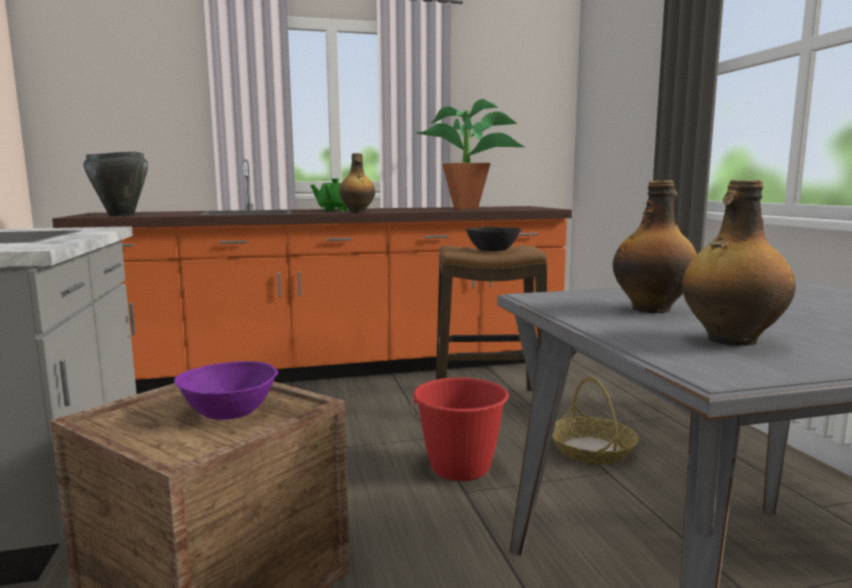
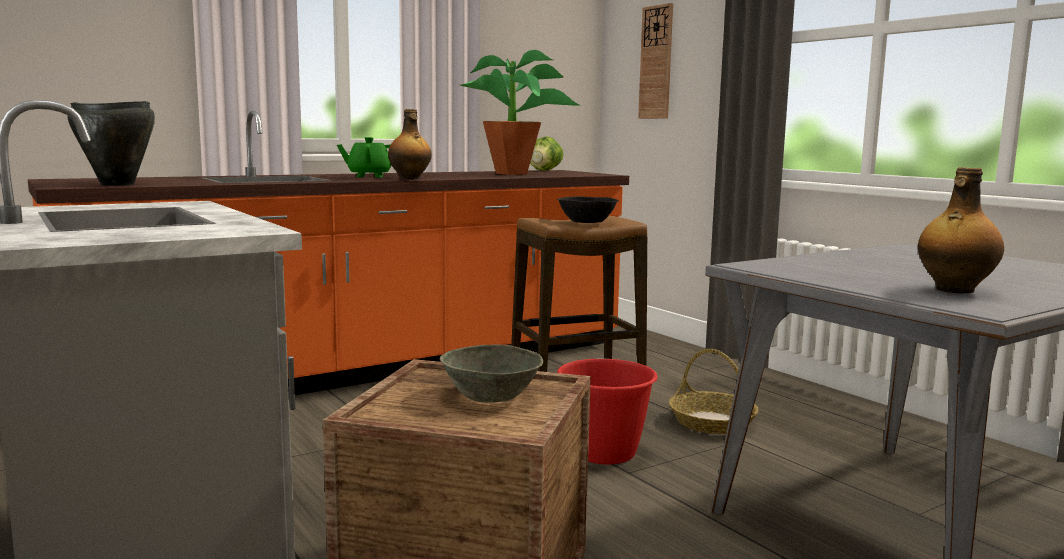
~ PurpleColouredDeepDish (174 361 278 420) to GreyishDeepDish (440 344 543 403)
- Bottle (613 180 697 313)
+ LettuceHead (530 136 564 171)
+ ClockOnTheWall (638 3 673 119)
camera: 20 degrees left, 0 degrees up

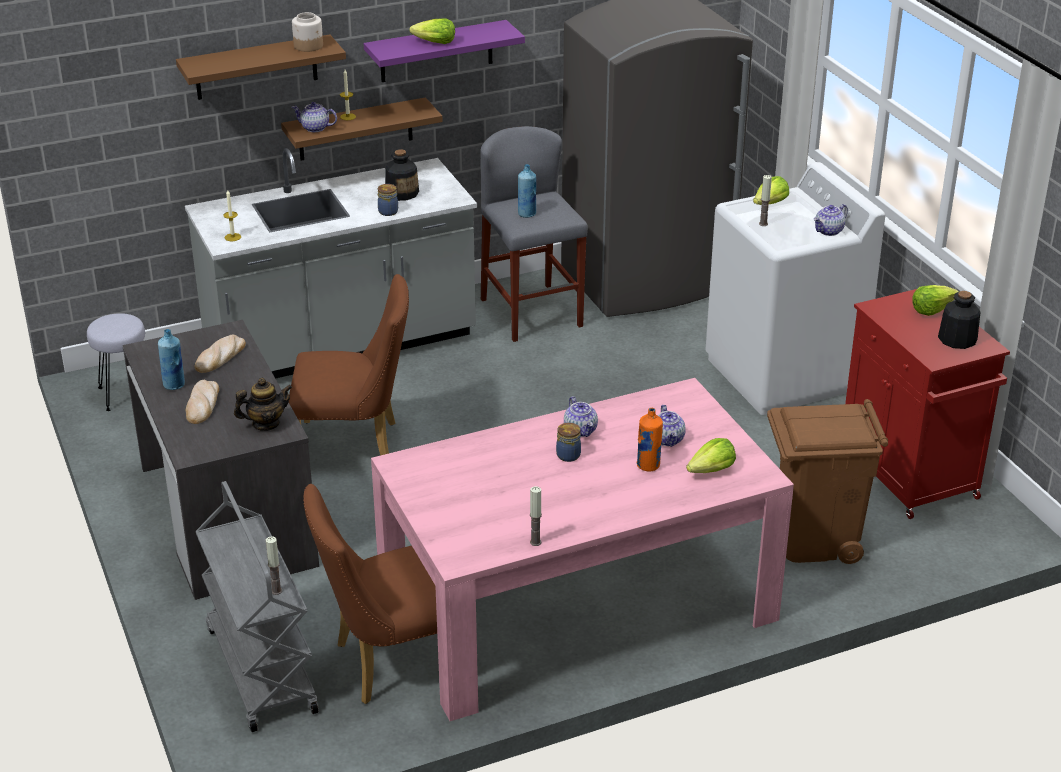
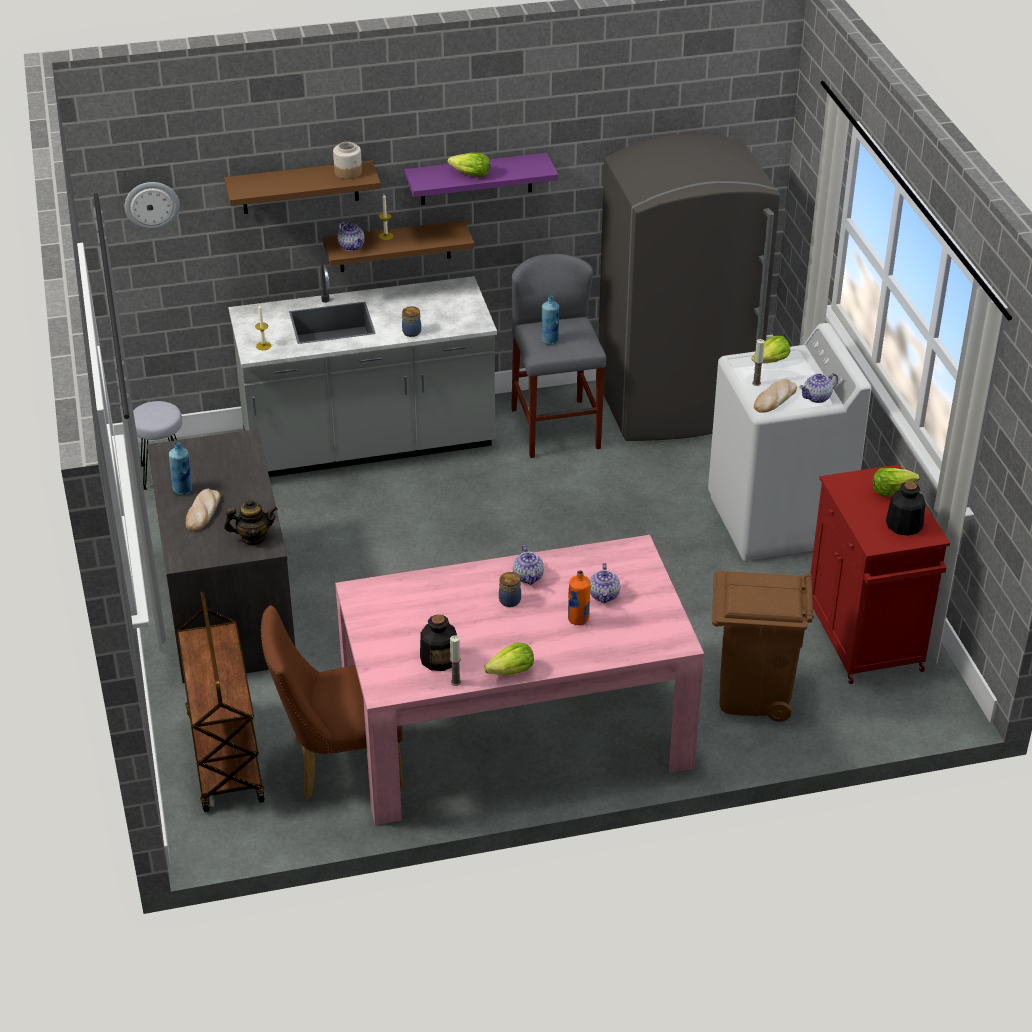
~ Bread (195 335 246 373) to (754 379 797 413)
~ GreyishWheeledCart (196 481 318 732) to BrownColouredWheeledCart (177 591 265 812)
- WaxCandle (266 536 282 595)
- BrownColouredPlainChair (289 274 409 456)
~ PotForTea (292 102 337 132) = (337 221 365 251) 150 degrees counterclockwise
~ Bottle (385 149 419 201) to (420 615 457 671)
~ LettuceHead (686 438 736 473) to (484 643 534 675)
+ ClockOnTheWall (125 182 180 230)
camera: 10 degrees right, 5 degrees up

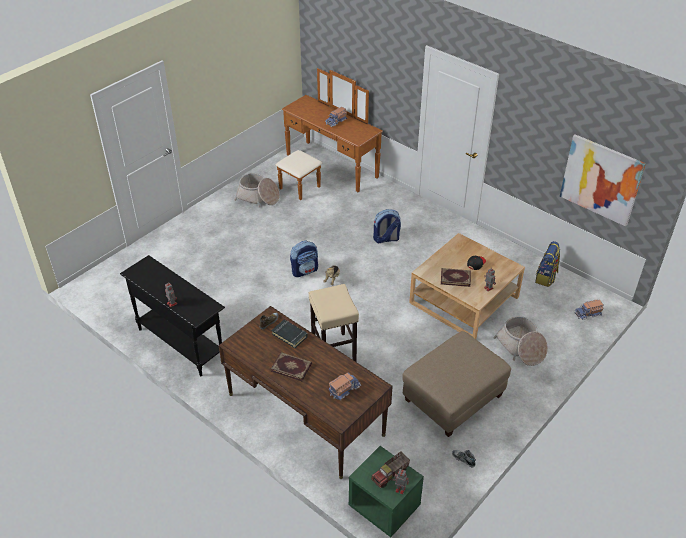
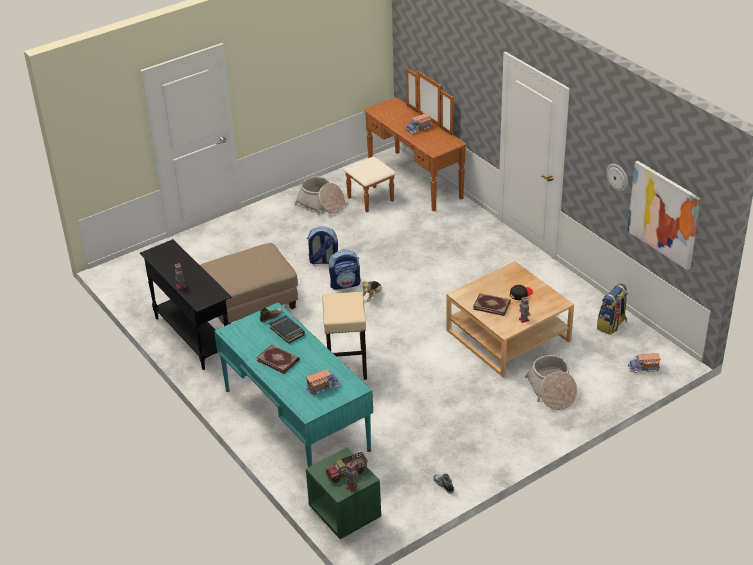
~ BrownColouredDeskUnit (219 306 392 479) to TurquoiseDeskUnit (214 302 373 467)
~ Rucksack (373 209 401 243) to (307 226 338 264)
~ SandColouredOttoman (402 331 511 437) to (200 243 298 325)
+ ClockOnTheWall (606 164 628 192)
camera: 15 degrees right, 5 degrees down

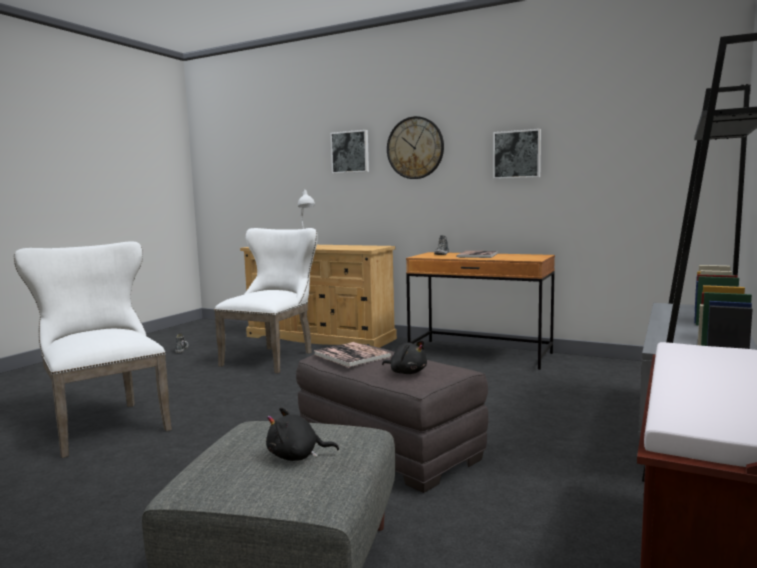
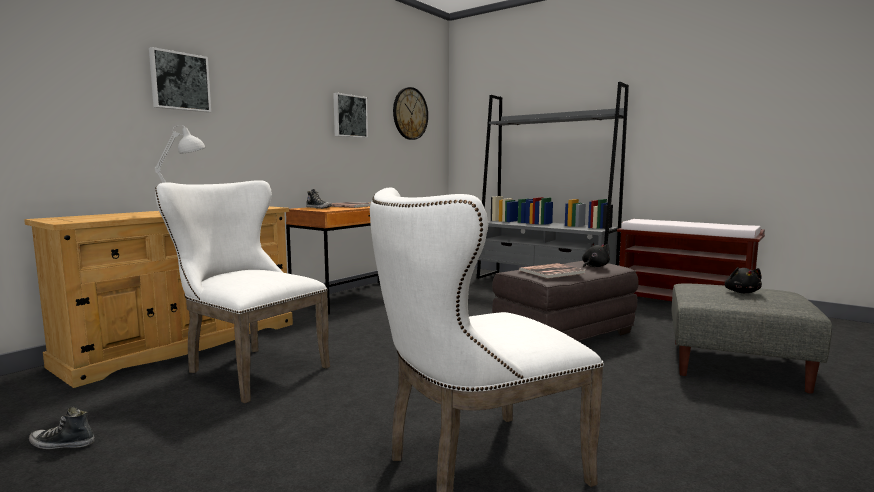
~ ClockOnTheWall (387 116 444 179) to (393 87 428 140)
camera: 80 degrees left, 0 degrees up

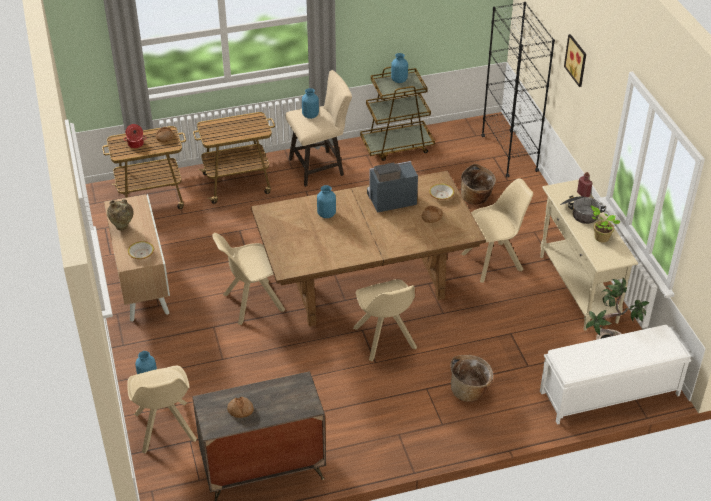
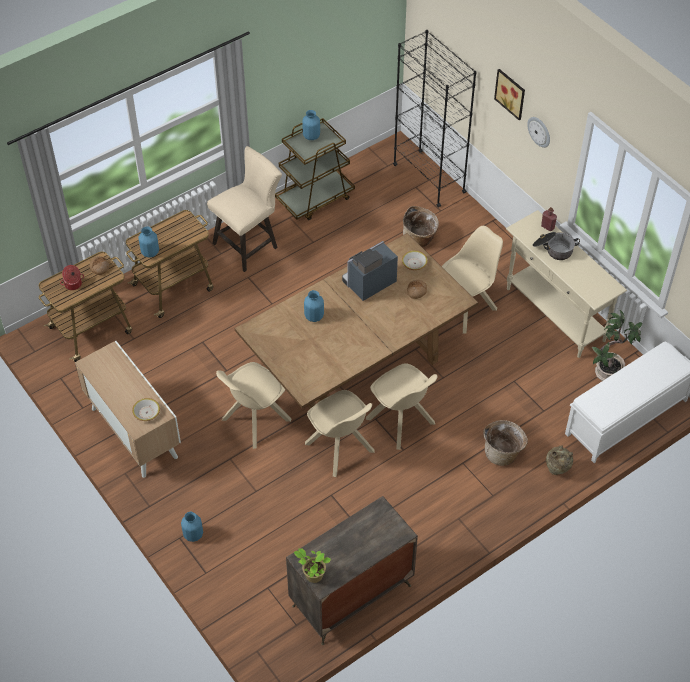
~ SandColouredDecorativeVase (107 199 134 230) to (546 445 573 475)
~ SandColouredPlainChair (127 366 197 454) to (305 390 374 477)
- Bread (227 397 254 418)
~ BluishDecorativeVase (302 88 319 119) to (138 226 159 258)
~ PottedPlant (591 206 621 242) to (294 548 331 583)
+ ClockOnTheWall (527 117 550 148)
camera: 20 degrees left, 10 degrees up

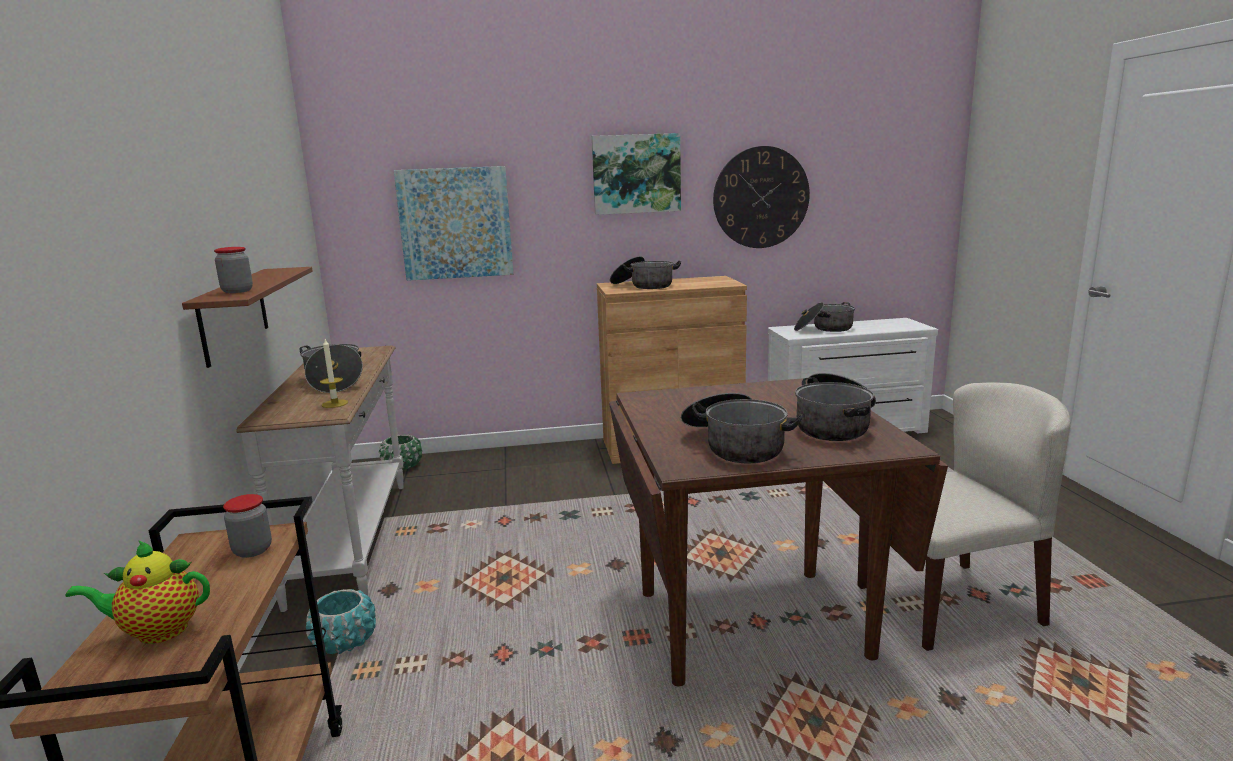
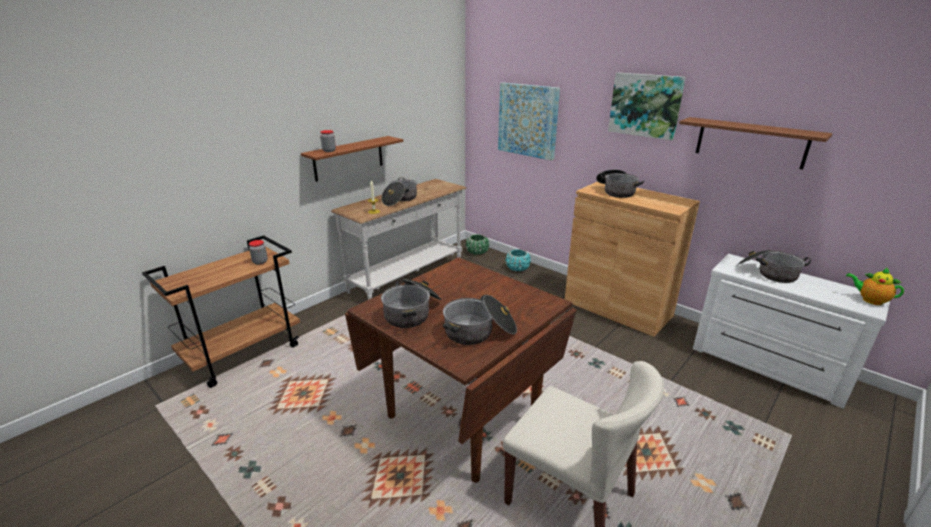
~ PotForTea (65 540 210 644) to (846 267 904 305)
~ TurquoisePlantPot (306 589 376 654) to (505 249 531 271)
~ ClockOnTheWall (713 146 810 248) to BrownColouredBracketShelf (679 117 832 170)
camera: 50 degrees right, 10 degrees up

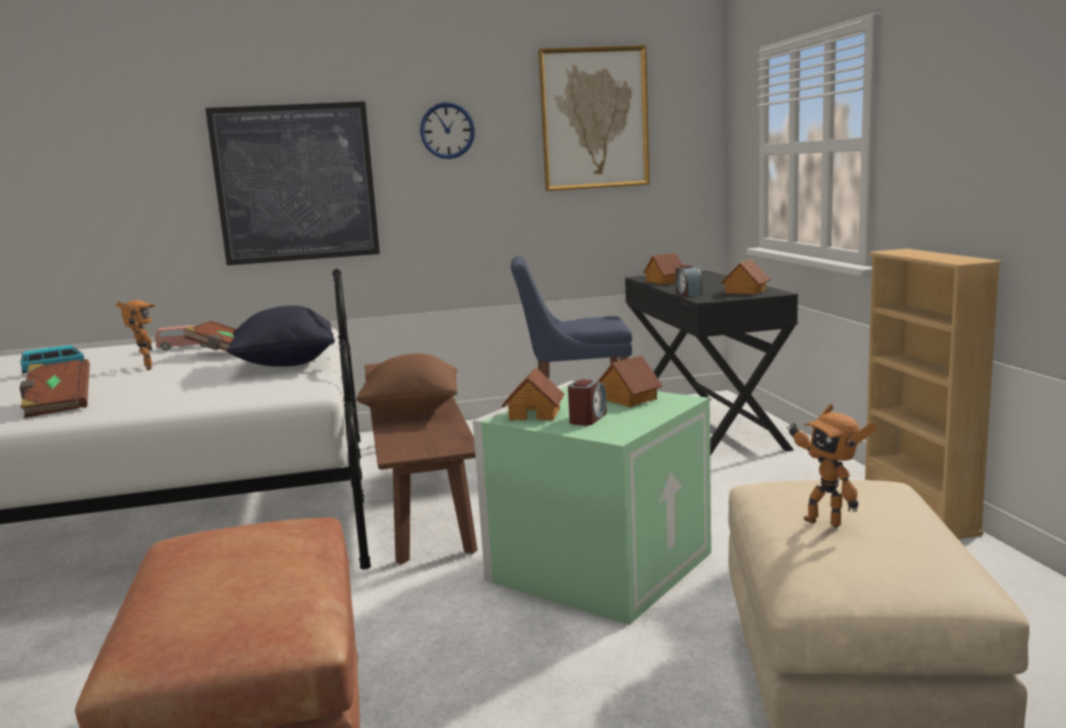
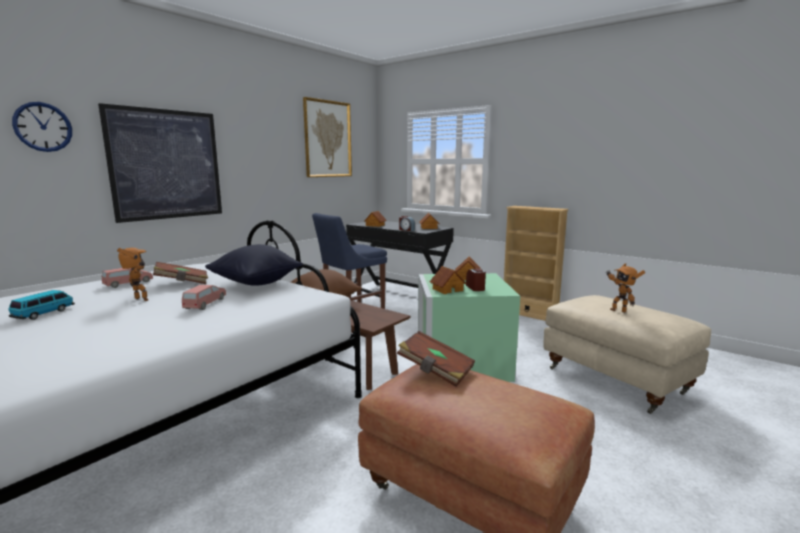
~ BrownColouredBook (20 359 90 418) to (397 331 475 387)
~ ClockOnTheWall (420 102 475 159) to (12 102 72 152)
~ ModelRobot (787 404 877 527) = (606 263 645 313) 45 degrees clockwise
+ PinkColouredModelCar (182 285 226 310)
camera: 40 degrees left, 0 degrees up

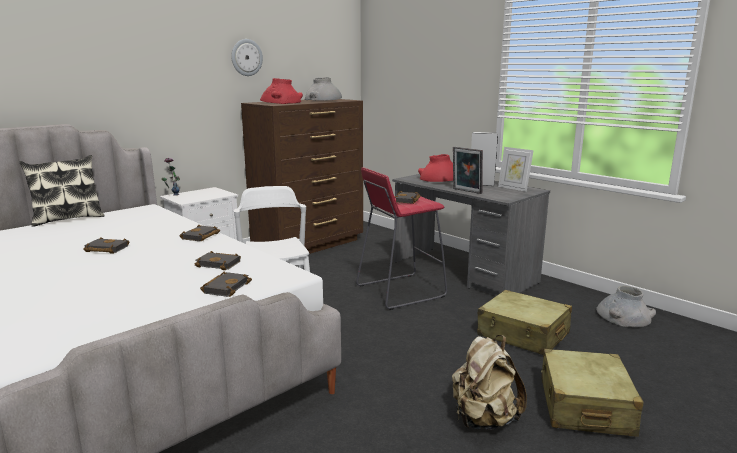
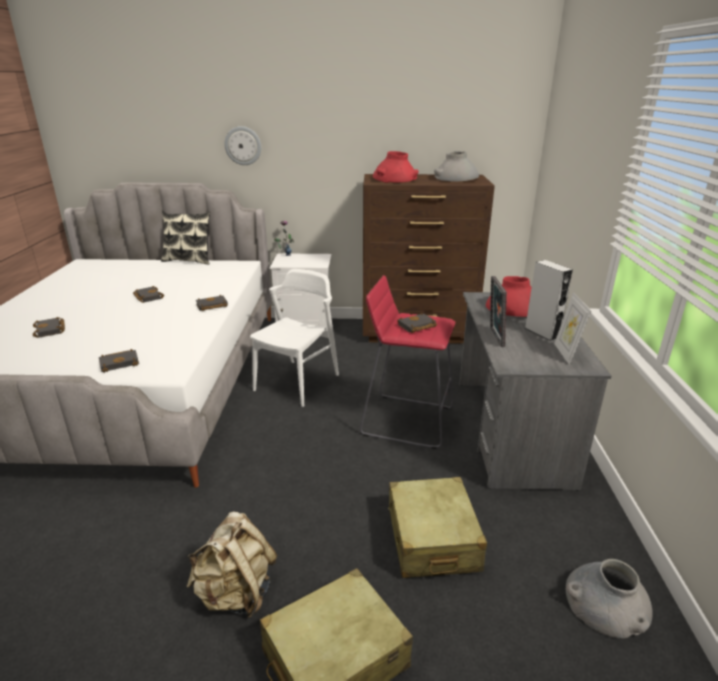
~ BlackBook (195 251 241 270) to (33 317 65 338)
~ ClockOnTheWall (231 39 263 76) to (224 126 261 165)
camera: 45 degrees right, 10 degrees up

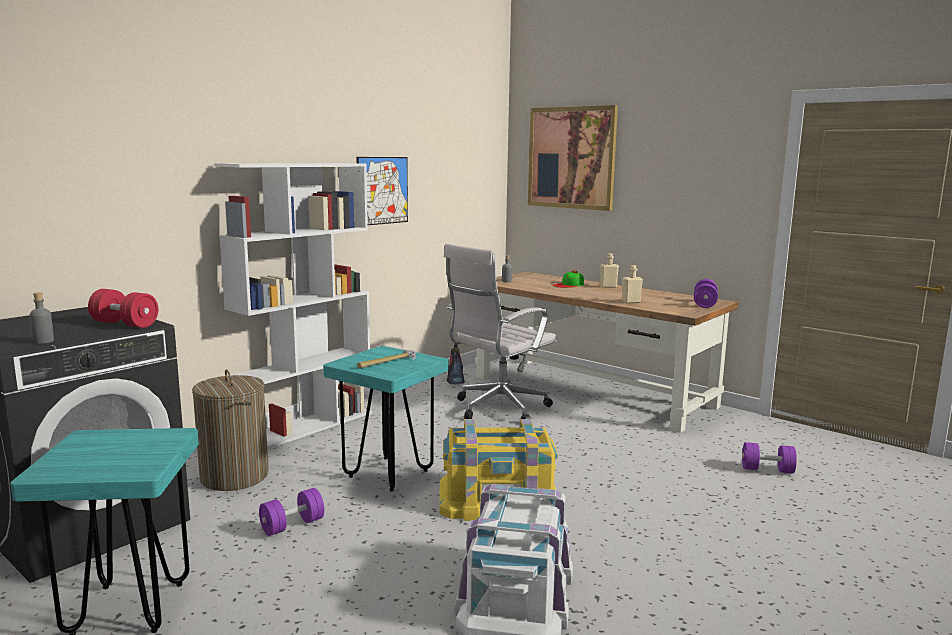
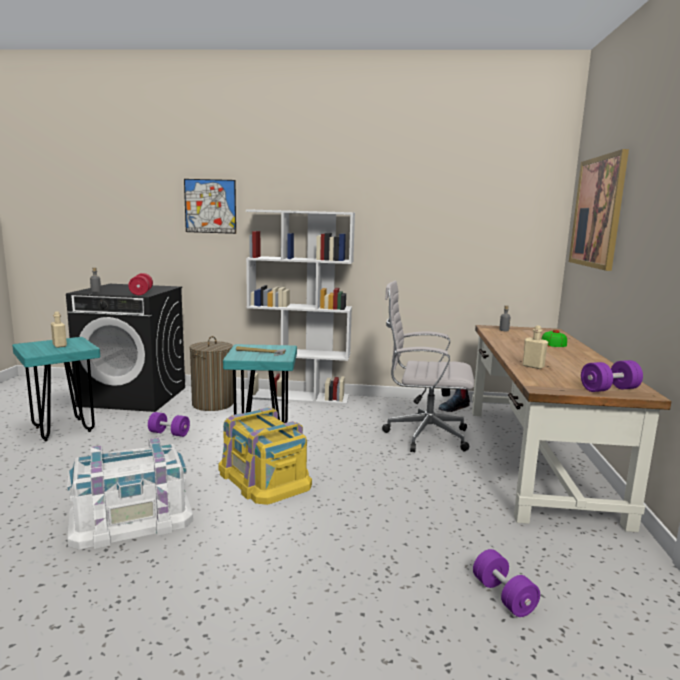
~ WallArt (356 157 408 225) to (184 179 236 234)
~ SandColouredBottle (600 253 619 288) to (51 312 67 348)
camera: 55 degrees right, 0 degrees up

